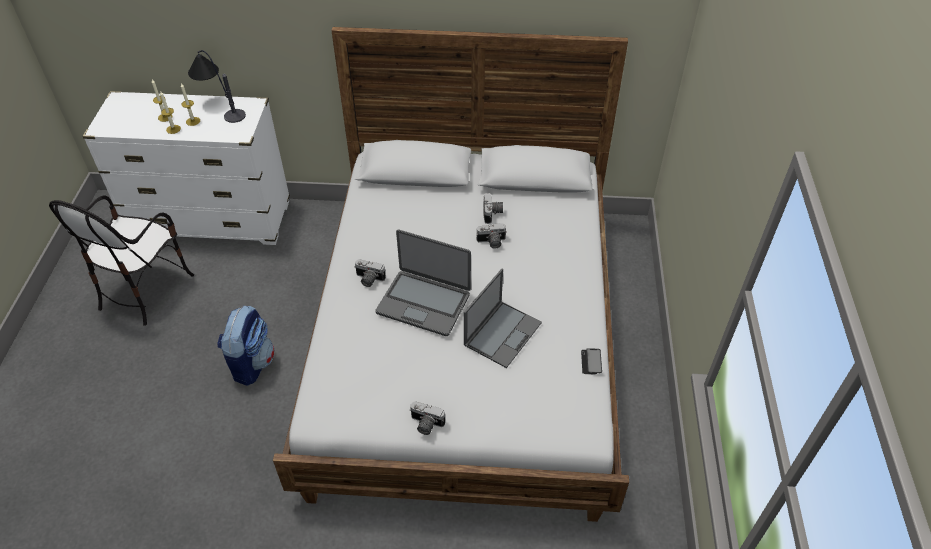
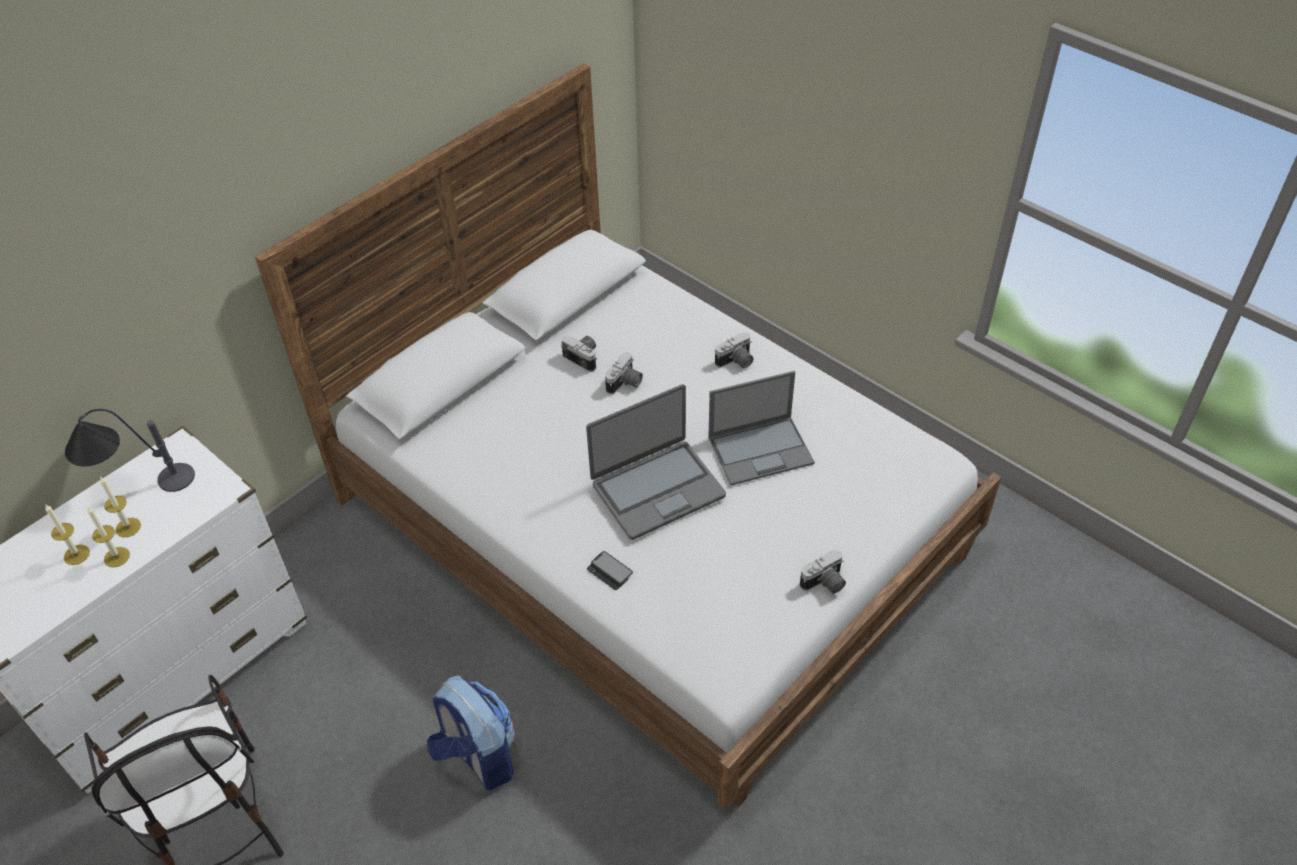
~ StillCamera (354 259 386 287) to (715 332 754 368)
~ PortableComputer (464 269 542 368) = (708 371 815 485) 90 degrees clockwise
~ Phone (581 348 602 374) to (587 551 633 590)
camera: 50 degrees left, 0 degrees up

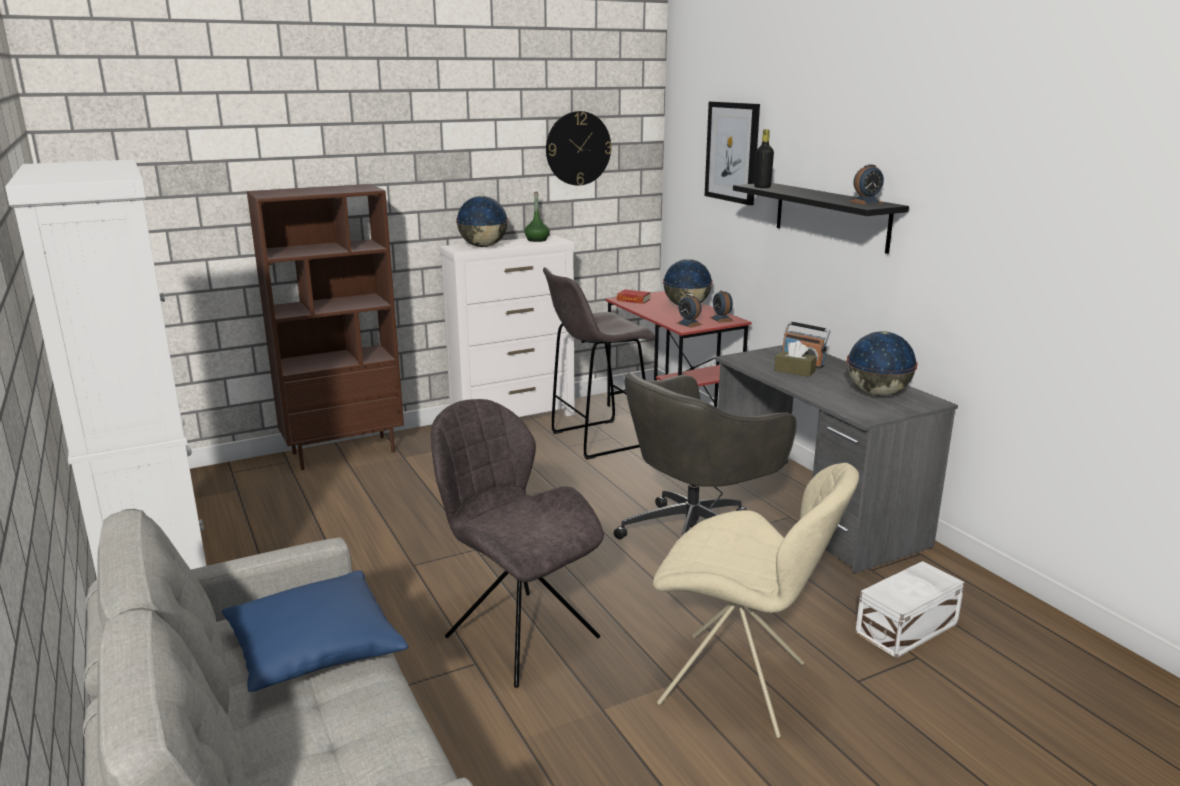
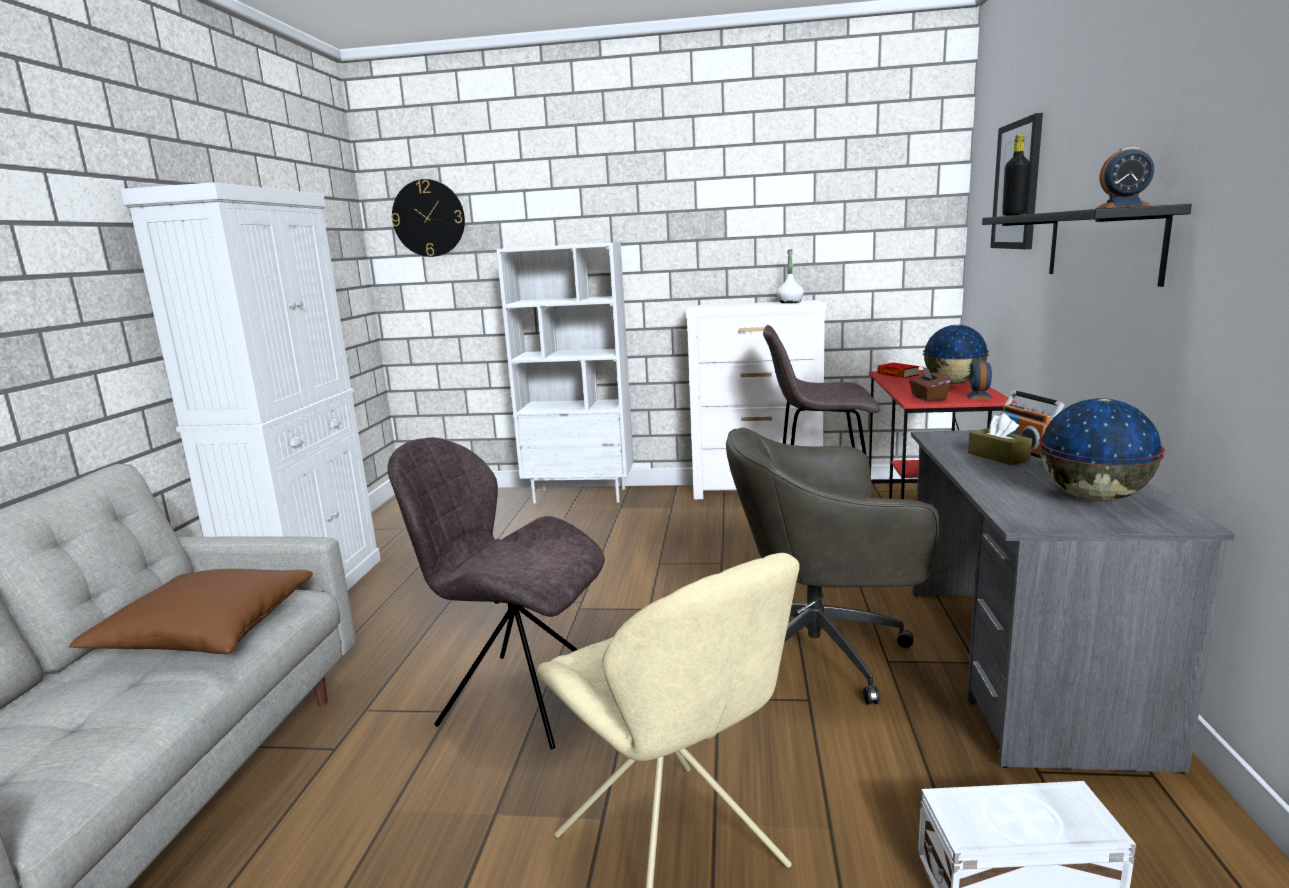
~ BluishPillow (222 570 409 692) to BrownColouredPillow (69 569 313 654)
~ BrownColouredBookcase (247 184 404 470) to WhiteColouredBookcase (496 242 634 504)
~ GreyishPlainChair (431 399 604 688) = (388 437 605 749) 60 degrees counterclockwise
- Globe (456 196 508 247)
~ GreenColouredBottle (524 192 550 242) to WhiteColouredBottle (776 249 804 303)
~ ClockOnTheWall (546 111 612 186) to (391 179 465 257)
~ TableClock (677 294 703 328) to BrownColouredTissueHolder (909 366 951 402)
camera: 35 degrees right, 5 degrees down

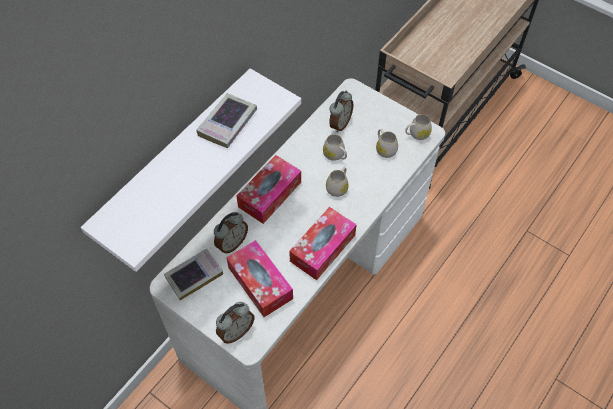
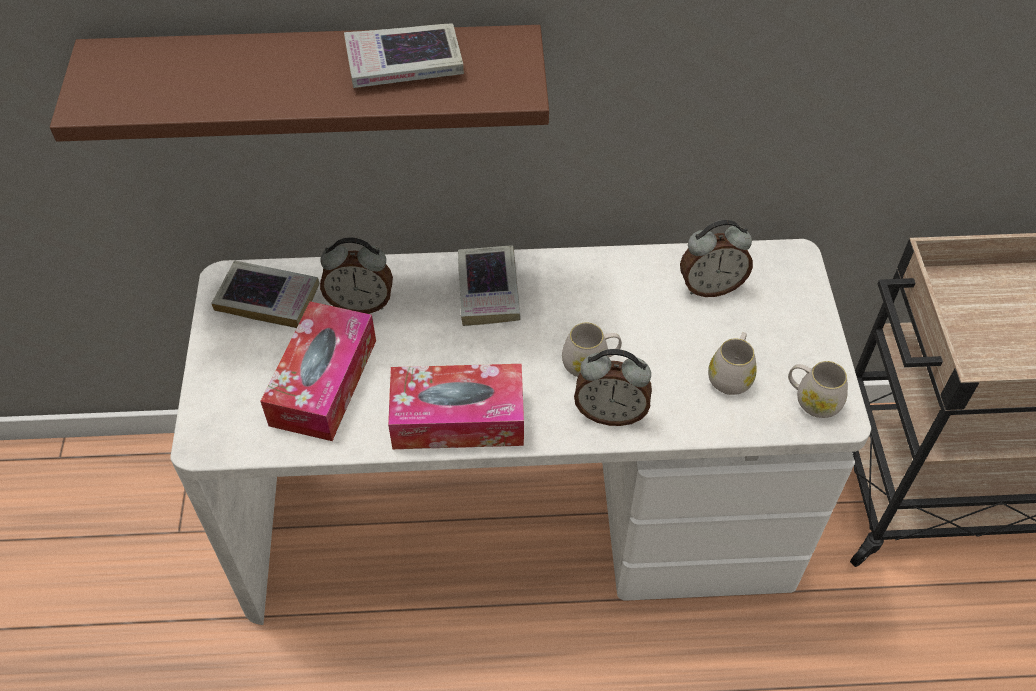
~ WhiteColouredBracketShelf (81 68 301 272) to BrownColouredBracketShelf (50 25 549 142)
~ TableClock (216 302 254 344) to (574 349 652 426)
~ TissueHolder (237 155 301 224) to Book (458 245 521 326)
- WhiteColouredMug (323 134 347 161)
camera: 50 degrees right, 5 degrees down

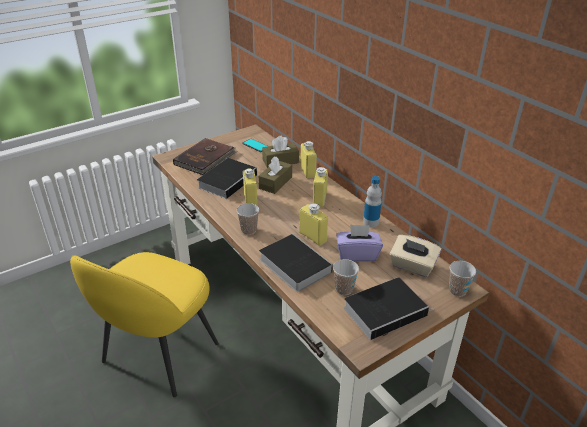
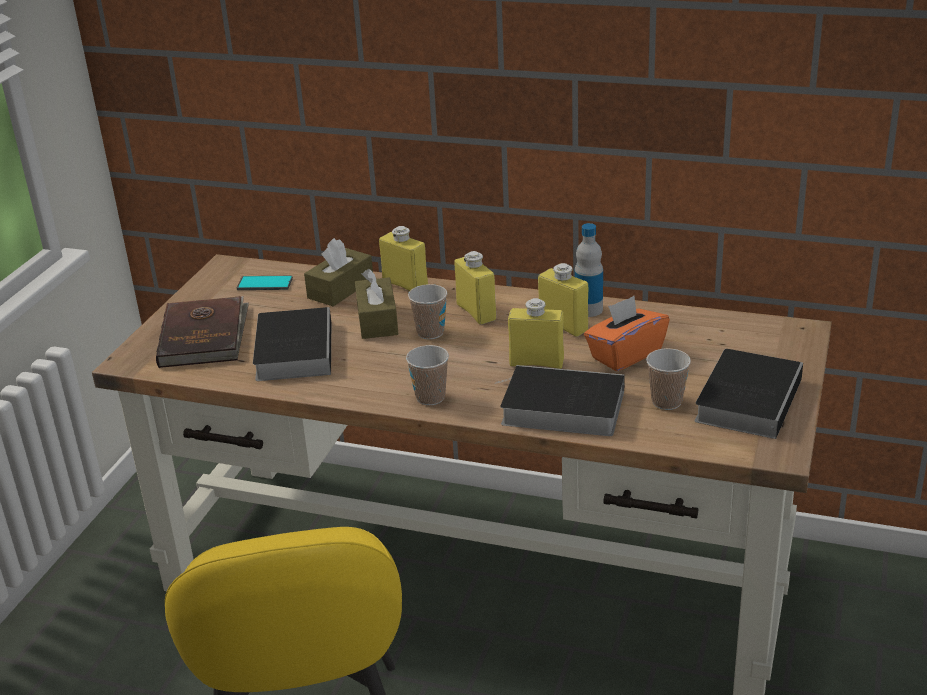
~ YellowBottle (243 168 258 206) to (538 263 589 337)
~ PurpleColouredTissueHolder (336 224 383 261) to OrangeColouredTissueHolder (584 296 670 371)
- SandColouredTissueHolder (390 235 442 277)
~ DrinkingCup (449 261 476 297) to (408 284 447 339)
camera: 35 degrees left, 5 degrees down

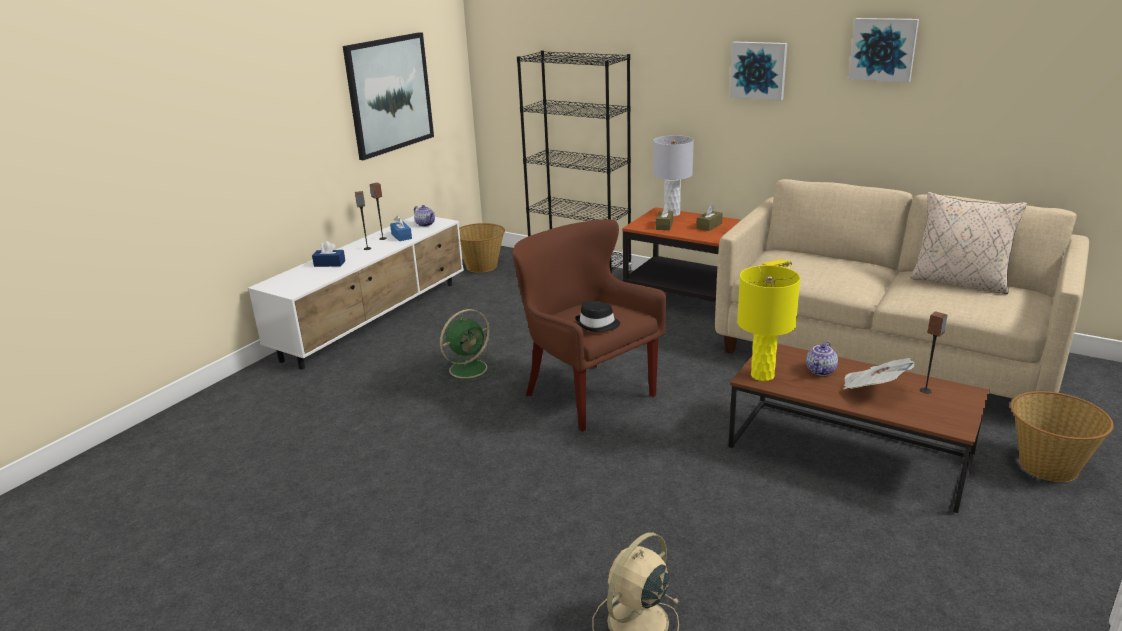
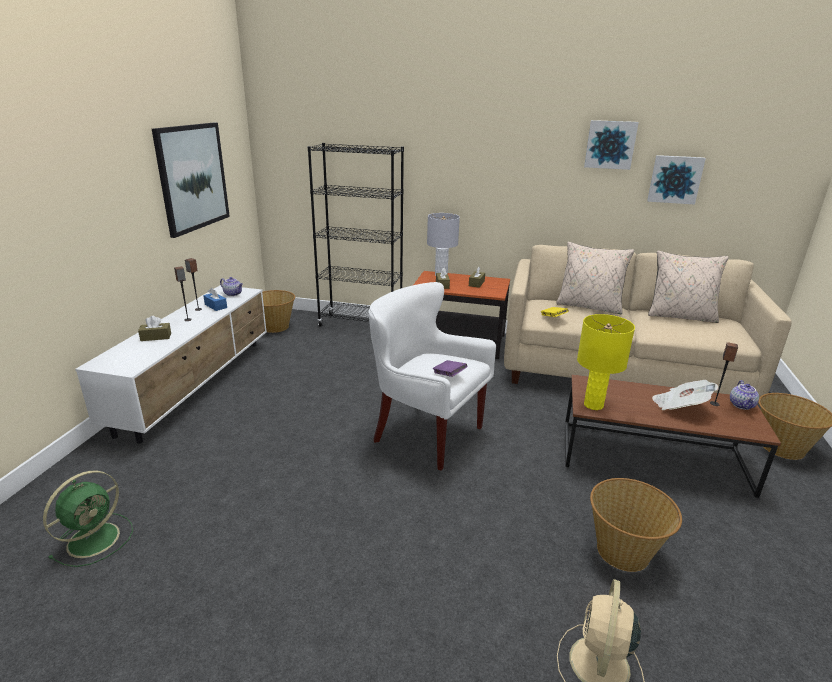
~ BluishTissueHolder (312 241 345 267) to BrownColouredTissueHolder (138 316 171 341)
~ GreenColouredElectricFan (438 309 498 382) to (43 471 133 567)
~ BrownColouredLoungeChair (512 219 666 432) to WhiteColouredLoungeChair (368 282 496 471)
~ BlackHat (575 301 620 332) to PurpleColouredBook (433 360 467 377)
~ WallArt (730 41 787 101) to (647 155 706 205)
~ PotForTea (806 341 838 376) to (730 380 759 410)
+ SandColouredPillow (556 242 634 315)
+ Basket (590 478 682 572)
camera: 20 degrees left, 0 degrees up

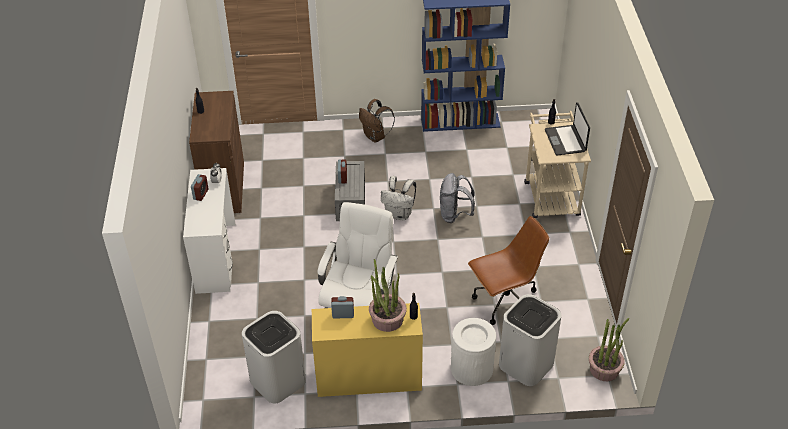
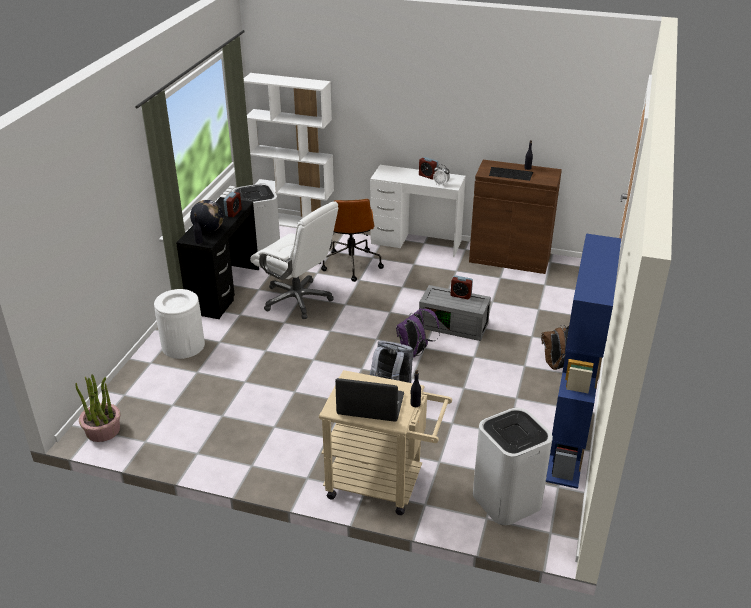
~ YellowDeskUnit (312 303 423 397) to BlackDeskUnit (176 197 259 319)
~ PottedPlant (369 259 407 332) to Globe (190 200 224 233)
~ WhiteColouredRucksack (381 176 416 220) to PurpleColouredRucksack (396 308 440 357)
~ BrownColouredDeskChair (468 216 549 325) to (321 199 384 282)
~ WhiteColouredTrashCan (499 294 561 386) to (473 408 553 525)
+ WhiteColouredBookcase (244 73 334 228)
+ PcKeyboard (489 167 533 181)
camera: 110 degrees right, 10 degrees down

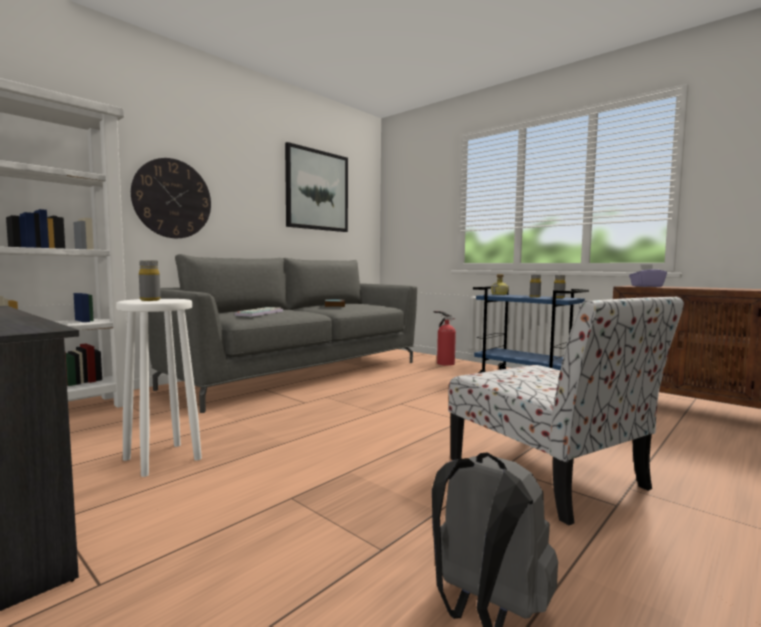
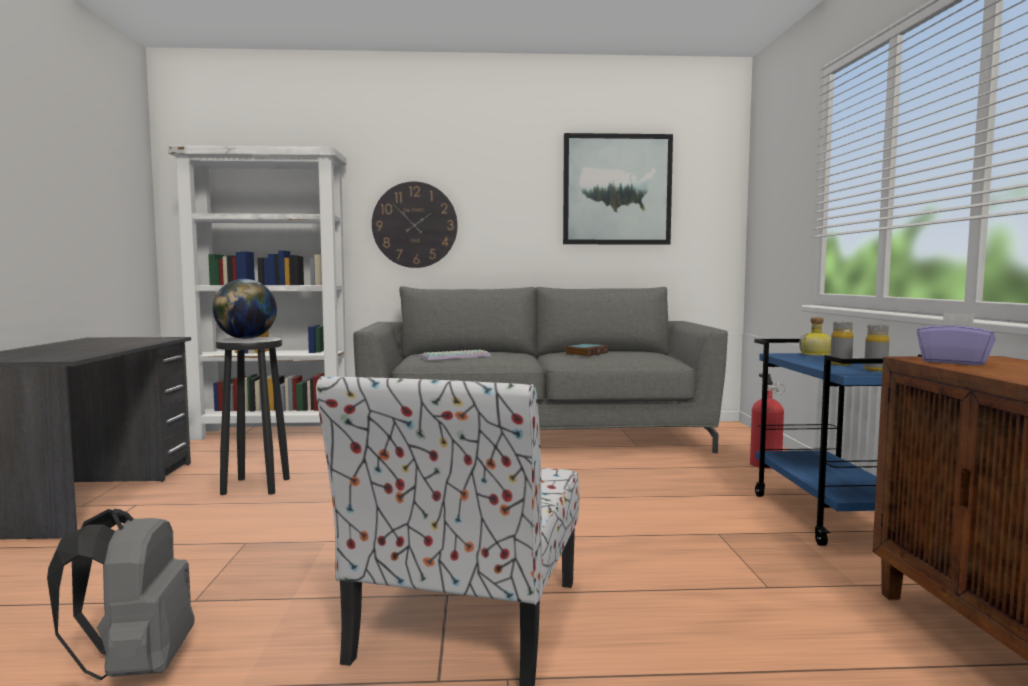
~ WhiteColouredStoolSeat (116 299 202 477) to BlackStoolSeat (216 337 290 495)
~ GreyishBottle (139 260 161 301) to Globe (213 279 277 339)
camera: 45 degrees right, 0 degrees up

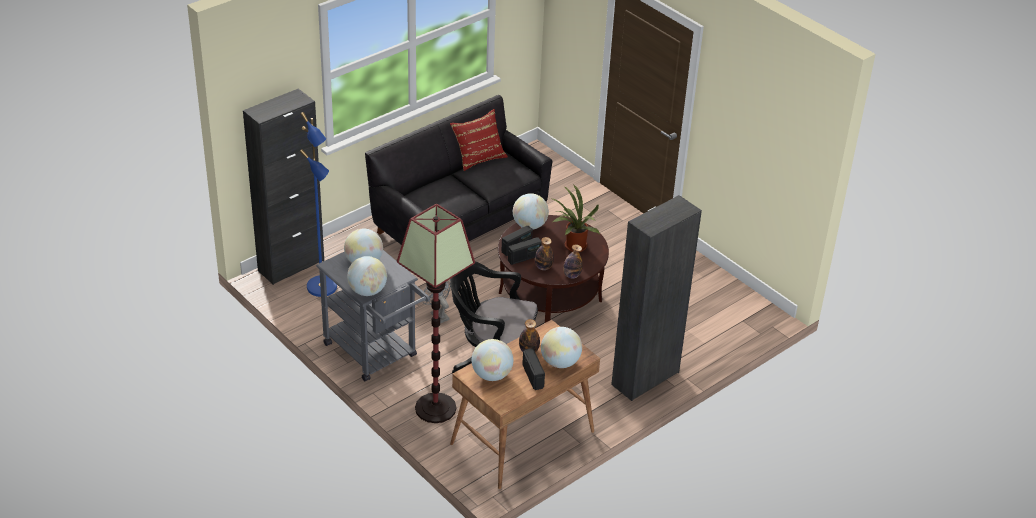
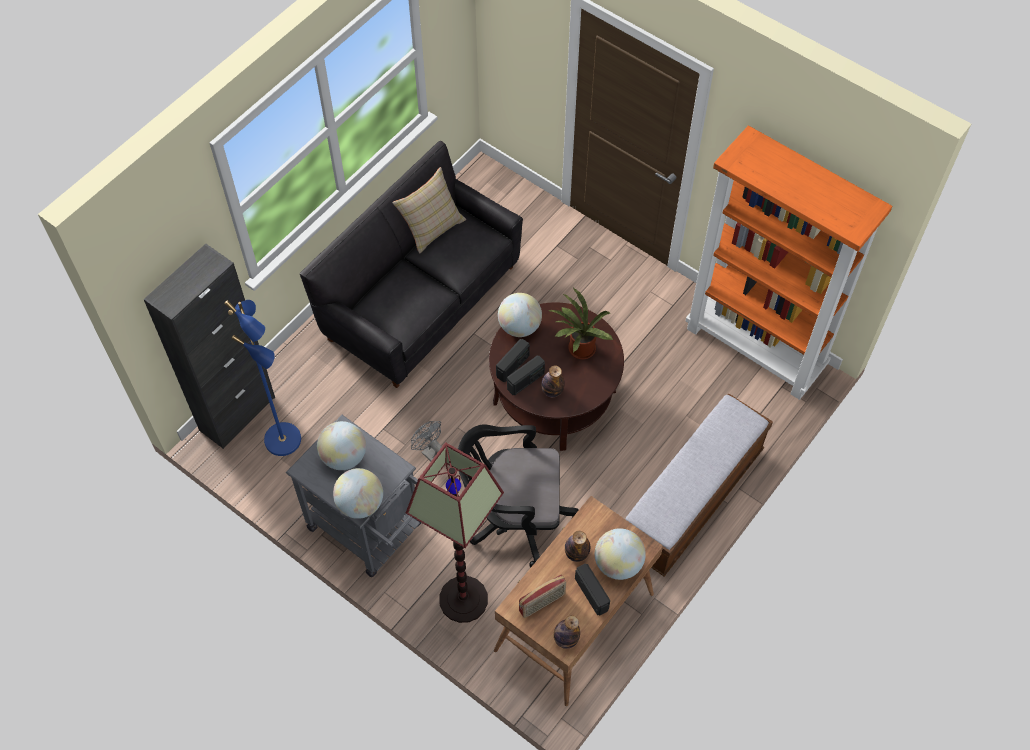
~ RedPillow (450 109 508 171) to SandColouredPillow (392 167 466 254)
~ Globe (472 339 513 381) to RadioReceiver (519 575 566 618)
~ Bottle (563 244 583 278) to (554 615 580 649)
~ BlackCabinet (611 195 702 401) to IndoorBench (625 394 773 576)
+ OrangeColouredBookcase (686 125 893 400)
camera: 10 degrees left, 20 degrees up

